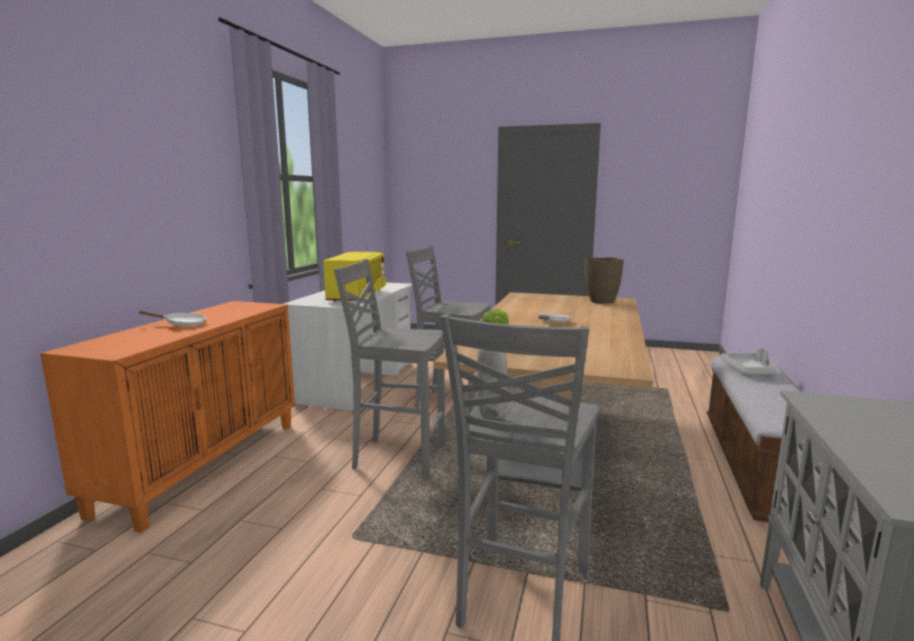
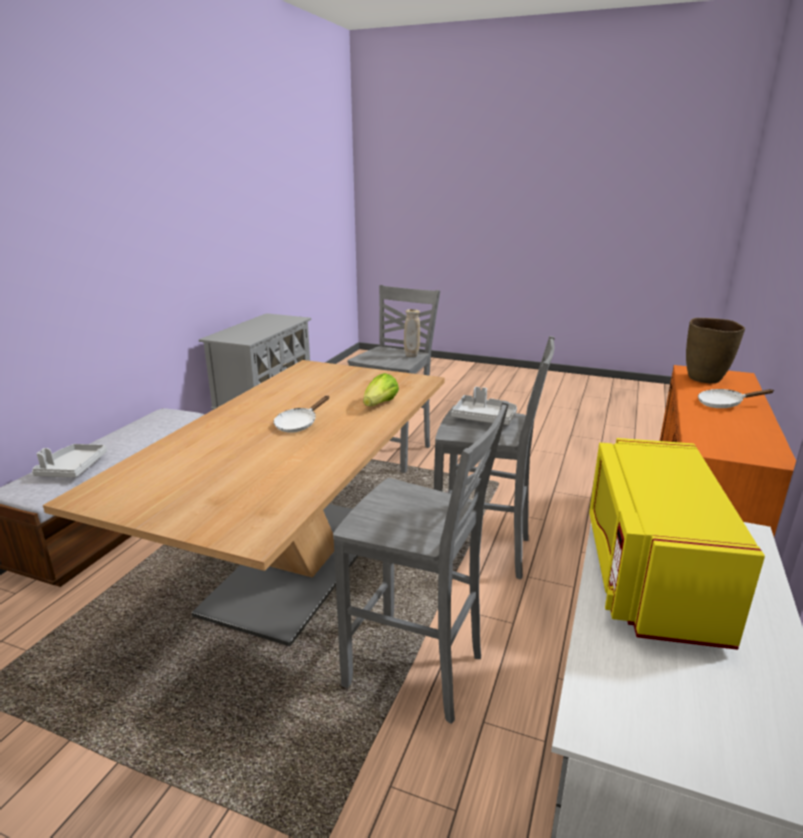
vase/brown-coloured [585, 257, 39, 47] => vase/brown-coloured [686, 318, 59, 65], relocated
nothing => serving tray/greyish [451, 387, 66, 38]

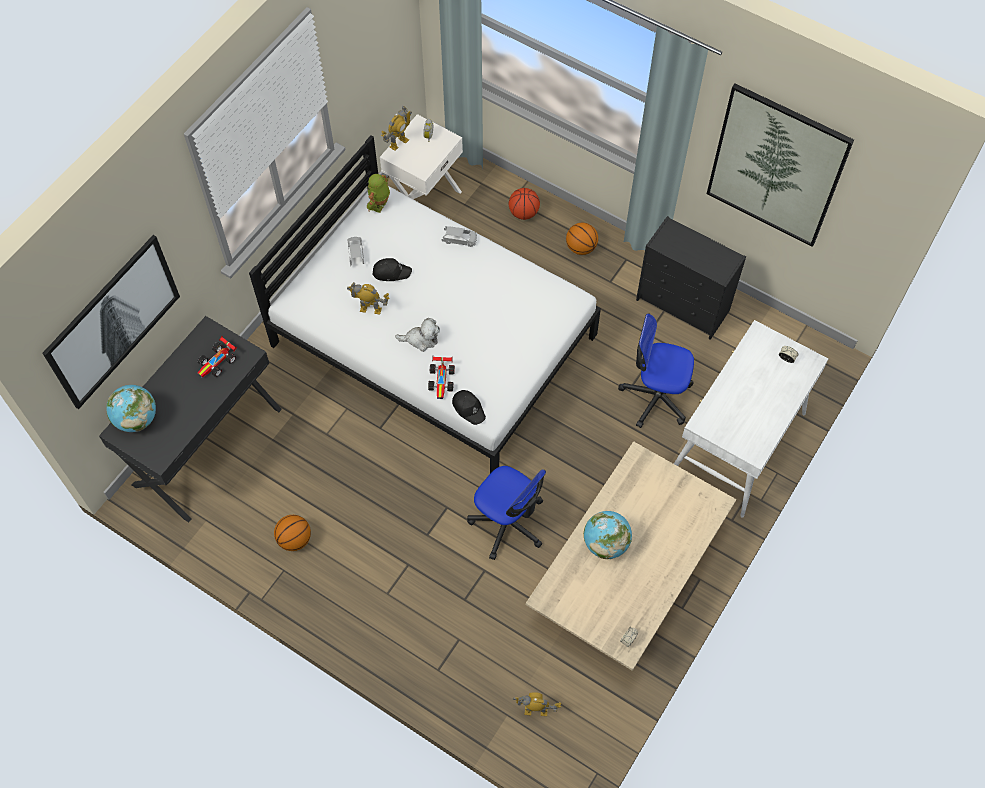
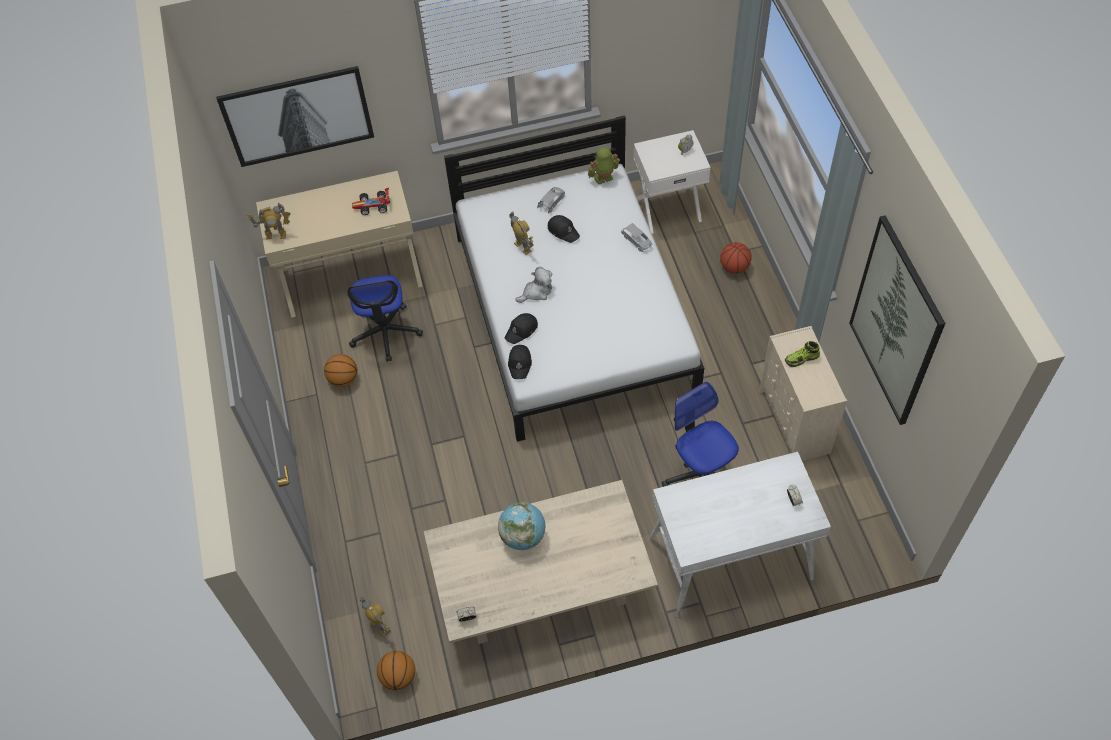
model robot [381, 105, 31, 46] => model robot [248, 202, 43, 38], relocated
dresser/black-coloured [636, 216, 110, 124] => dresser/beige [759, 326, 88, 135]
ball for basketball [566, 223, 32, 32] => ball for basketball [377, 651, 38, 39], relocated
desk table/black-coloured [99, 316, 183, 206] => desk table/beige [256, 171, 167, 147]
soft toy [395, 318, 45, 34] => soft toy [515, 267, 37, 36], 75 degrees counterclockwise
model car [428, 357, 27, 42] => cap/black-coloured [505, 313, 33, 31]
world globe [106, 385, 50, 47] => nothing
computer chair [467, 466, 79, 94] => computer chair [347, 275, 76, 87], relocated
nothing => item of footwear [785, 341, 35, 26]

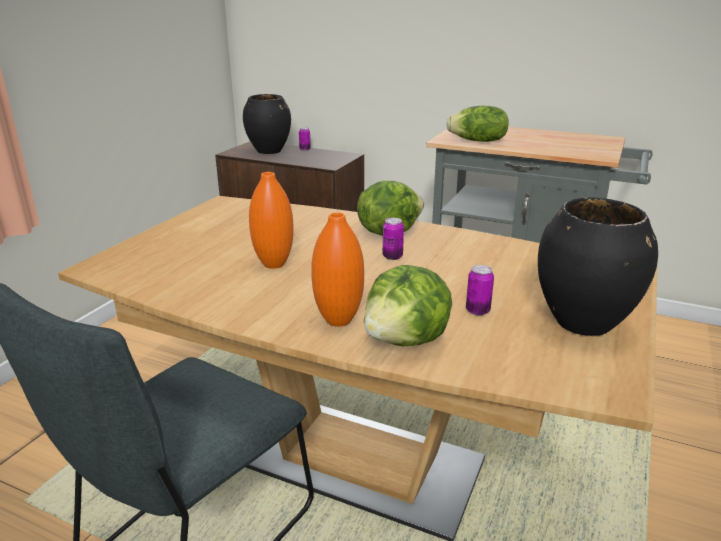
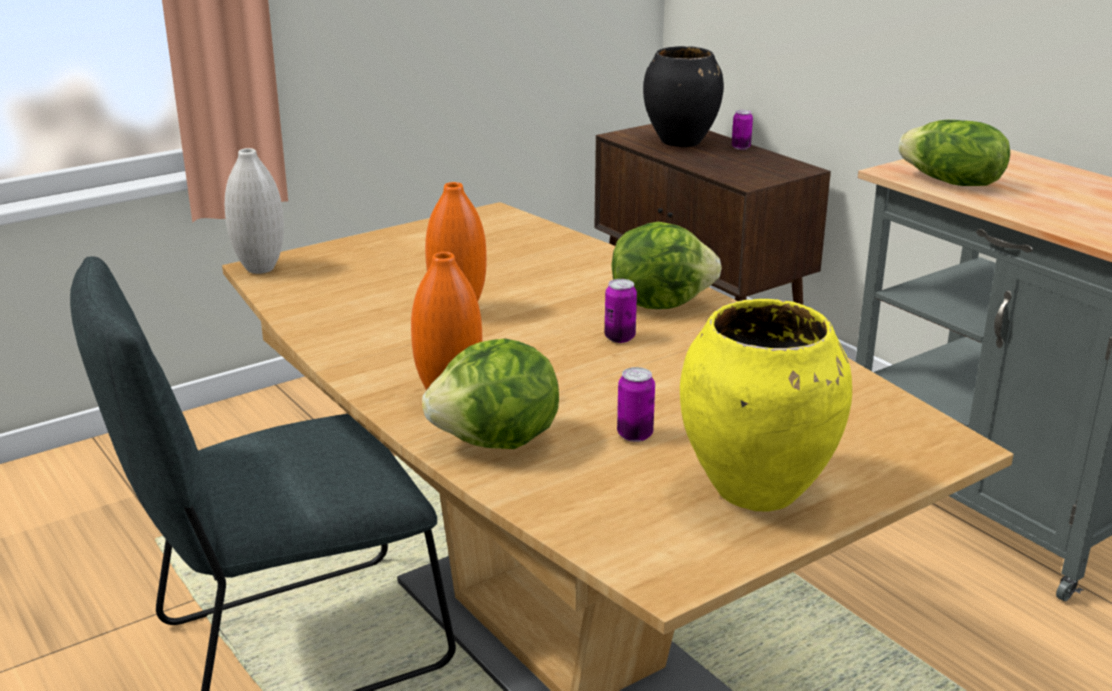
vase/black-coloured [538, 197, 120, 139] => vase/yellow [680, 299, 172, 213]
nothing => vase/white-coloured [225, 148, 59, 126]

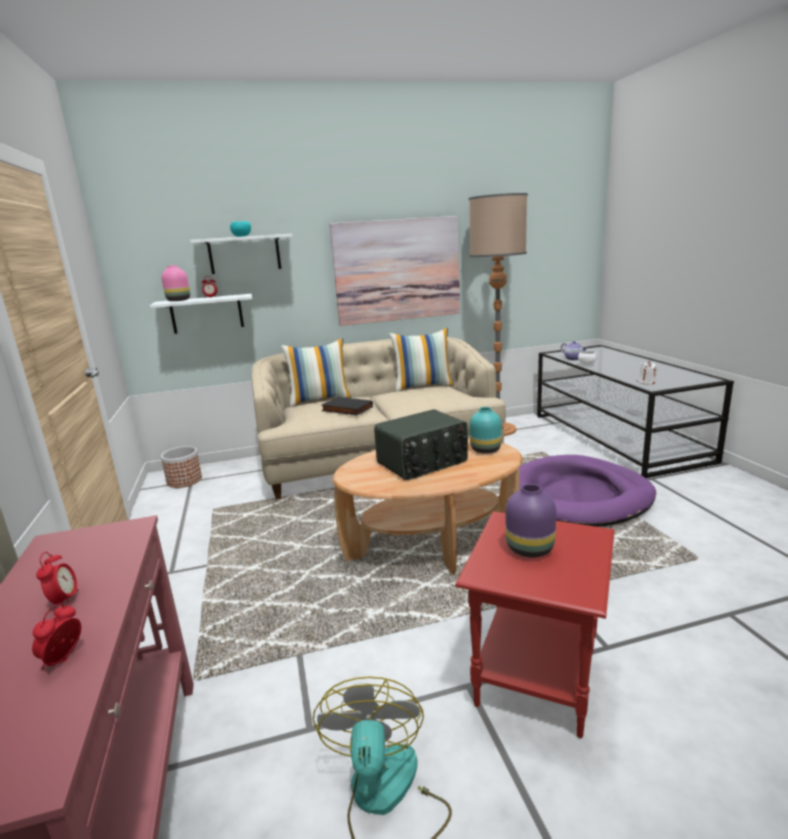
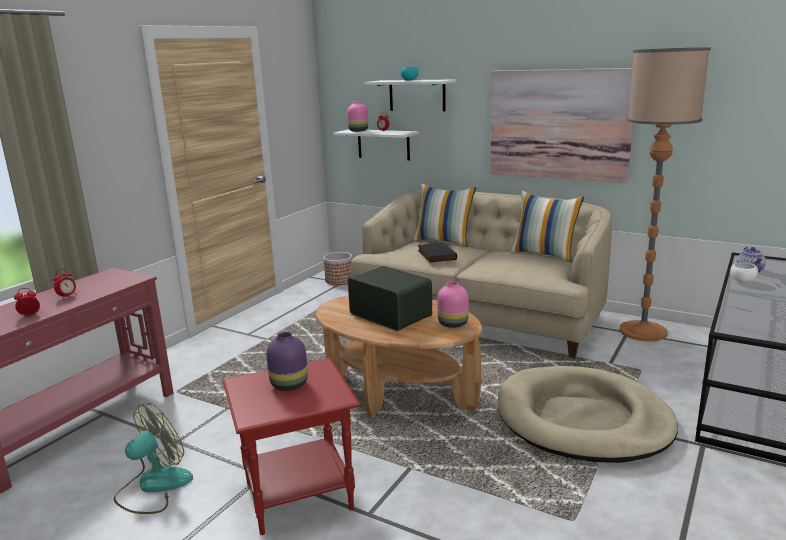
wax light/white-coloured [638, 361, 20, 23] => nothing
vase/turquoise [470, 407, 32, 47] => vase/pinkish [437, 281, 32, 47]
radio receiver [374, 409, 94, 72] => radio receiver [348, 266, 84, 65], 150 degrees counterclockwise
dog bed/purple-coloured [519, 455, 137, 72] => dog bed/beige [498, 366, 180, 97]

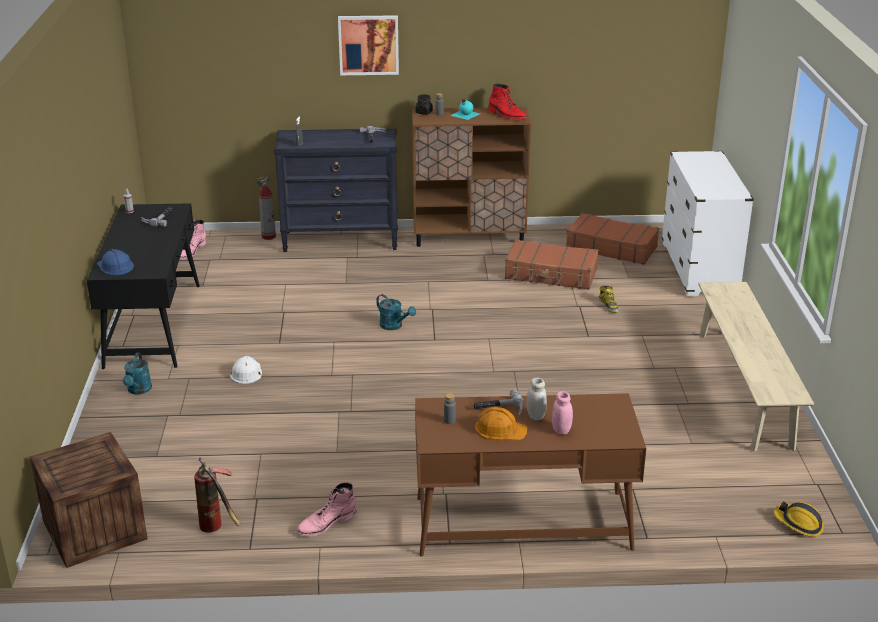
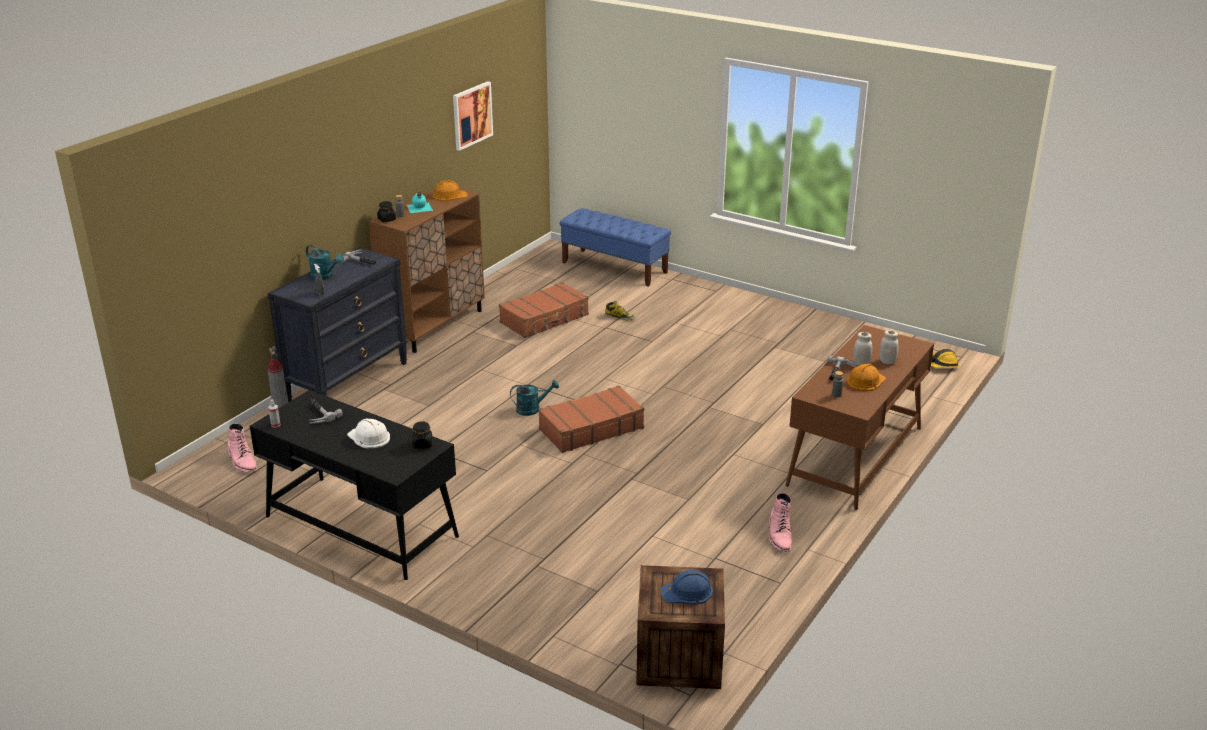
picture [338, 15, 61, 60] => picture [453, 81, 40, 70], relocated
high-top boot/red [488, 83, 39, 36] => hard hat/orangey [433, 180, 35, 21]
dresser/white-coloured [662, 151, 92, 145] => indoor bench/blue-coloured [559, 208, 112, 79]
suitcase/brown-coloured [566, 213, 93, 52] => suitcase/brown-coloured [538, 386, 106, 67], relocated
hard hat/blue-coloured [97, 249, 37, 27] => hard hat/blue-coloured [661, 570, 52, 35], relocated
indoor bench/beige [698, 282, 116, 170] => nothing
sprinkling can/turquoise [123, 353, 29, 42] => sprinkling can/turquoise [306, 245, 38, 35], relocated
hard hat/white-coloured [230, 356, 32, 28] => hard hat/white-coloured [347, 418, 43, 30], relocated
jar/pinkish [552, 391, 21, 44] => jar/white-coloured [880, 330, 18, 34]
fire-fighting cylinder [194, 458, 46, 75] => nothing
nothing => jar/black-coloured [412, 421, 20, 28]

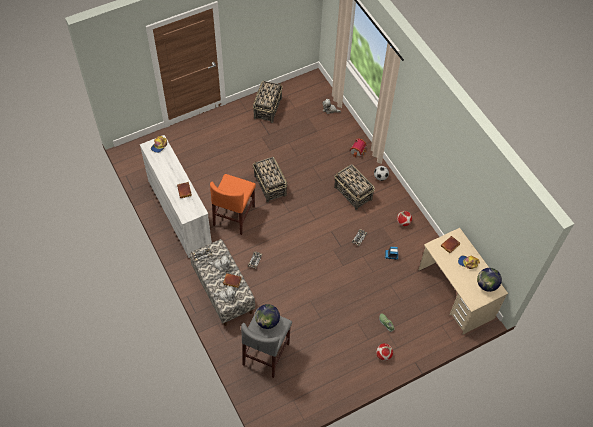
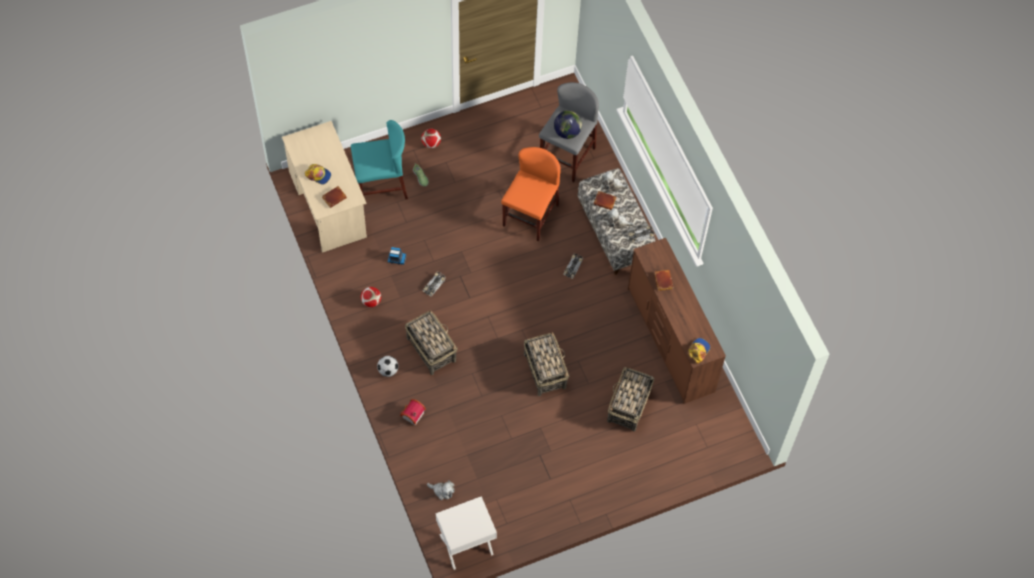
household basket [253, 81, 29, 42] => household basket [607, 367, 47, 65], relocated
dresser/white-coloured [140, 135, 72, 123] => dresser/brown-coloured [628, 238, 98, 166]
plain chair/orangey [210, 174, 46, 61] => plain chair/orangey [501, 147, 60, 94], relocated
world globe [477, 268, 25, 24] => nothing
nothing => plain chair/turquoise [351, 120, 57, 79]
nothing => nightstand/white-coloured [436, 496, 61, 74]

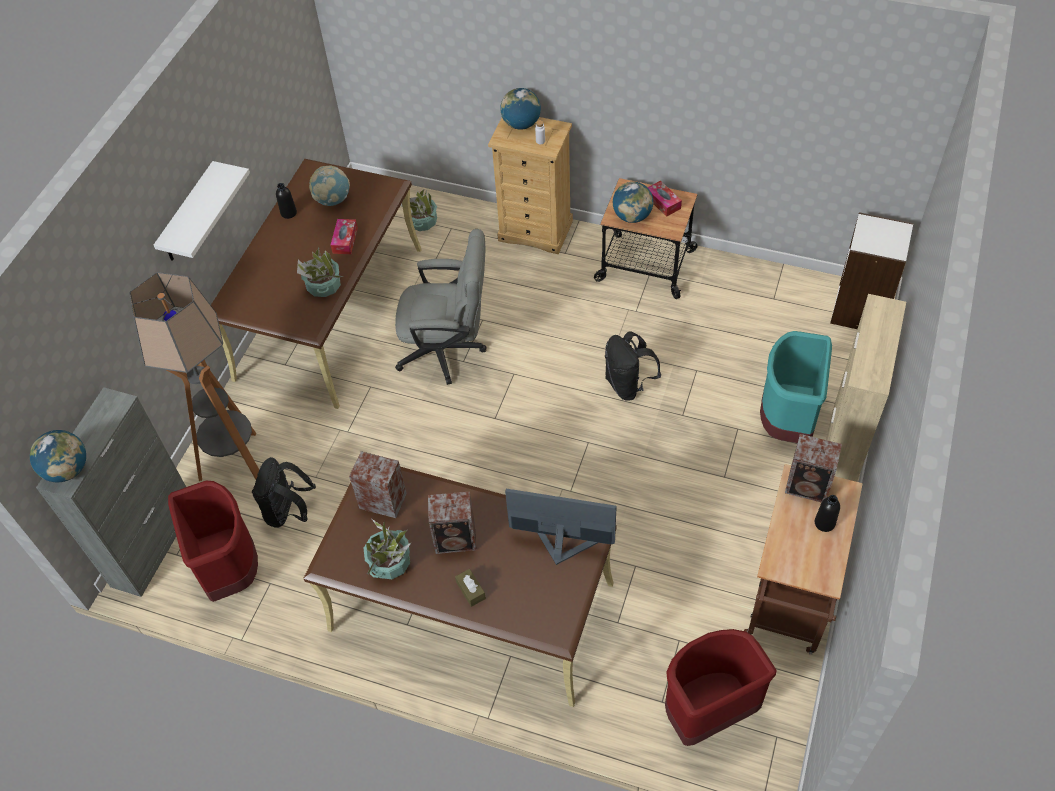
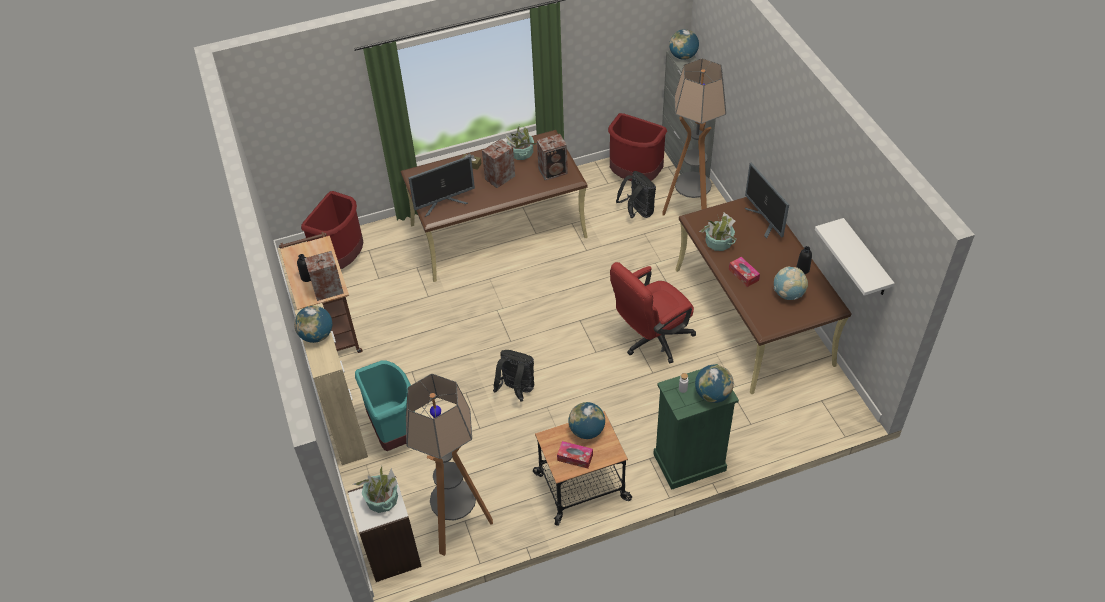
dresser/beige [488, 117, 85, 137] => dresser/green-coloured [653, 364, 86, 126]
wall shelf/white-coloured [154, 161, 96, 100] => wall shelf/white-coloured [815, 218, 80, 78], relocated
potted plant [400, 189, 37, 42] => potted plant [353, 466, 45, 47], relocated
computer chair/greyish [395, 229, 91, 156] => computer chair/red [610, 262, 86, 102]
nothing => computer screen [745, 163, 44, 75]
nothing => world globe [294, 306, 38, 37]
nothing => standing lamp [406, 374, 87, 182]

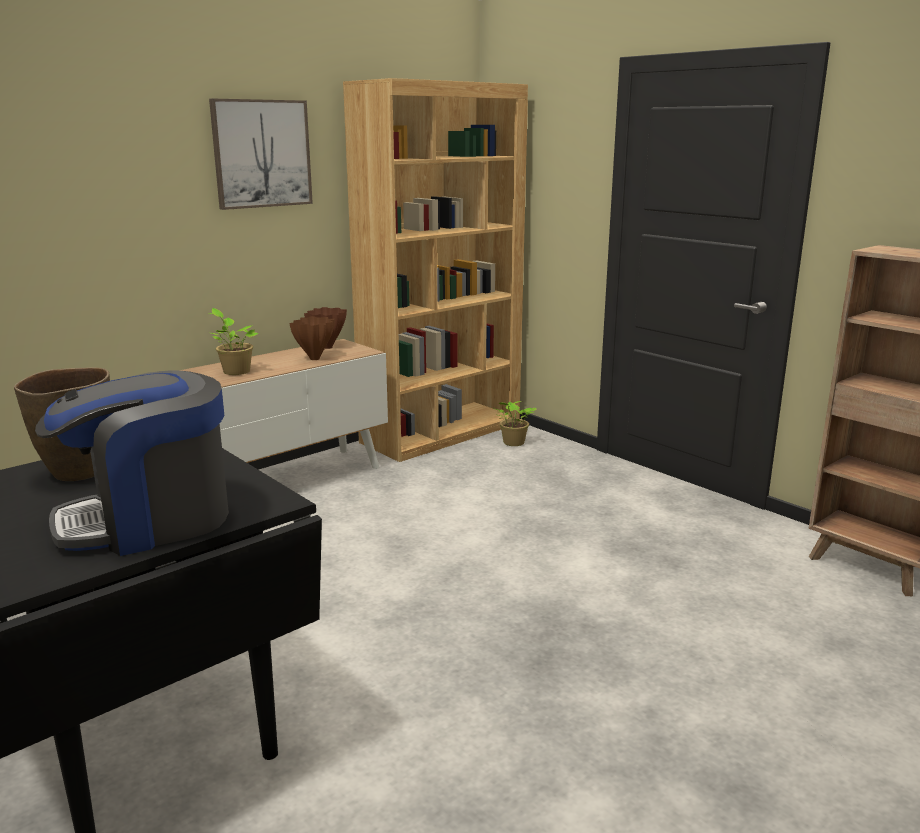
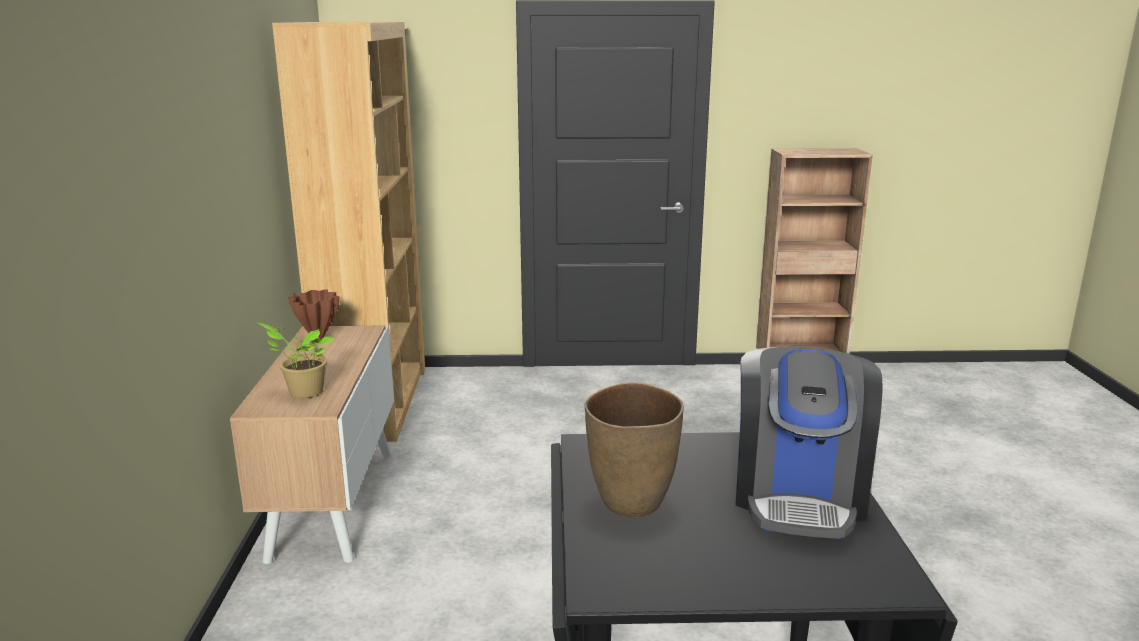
picture [209, 98, 104, 112] => nothing
vase/brown-coloured [290, 316, 45, 44] => nothing
potted plant [493, 401, 44, 45] => nothing

